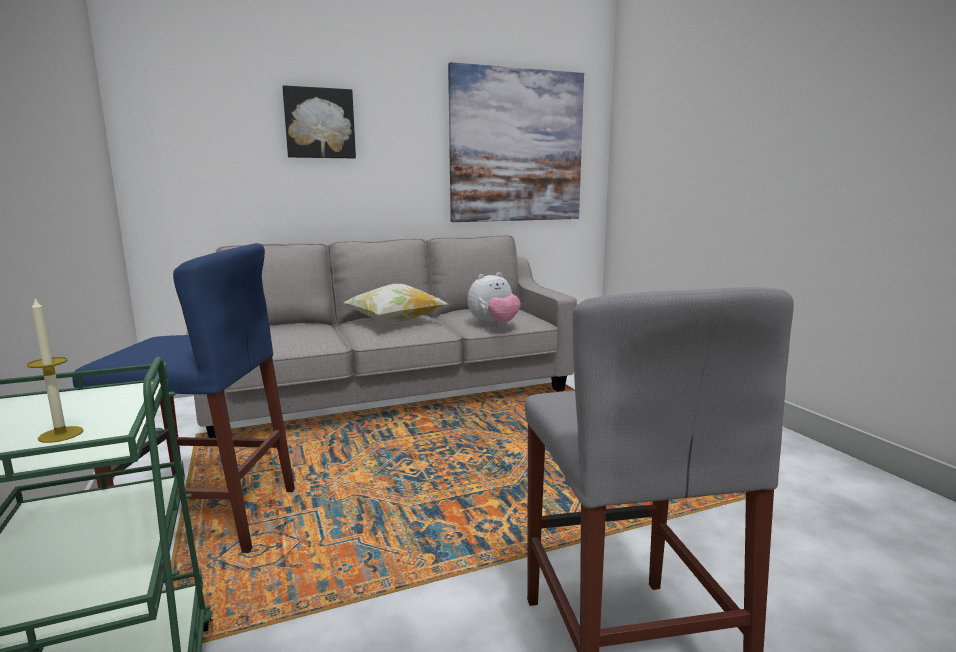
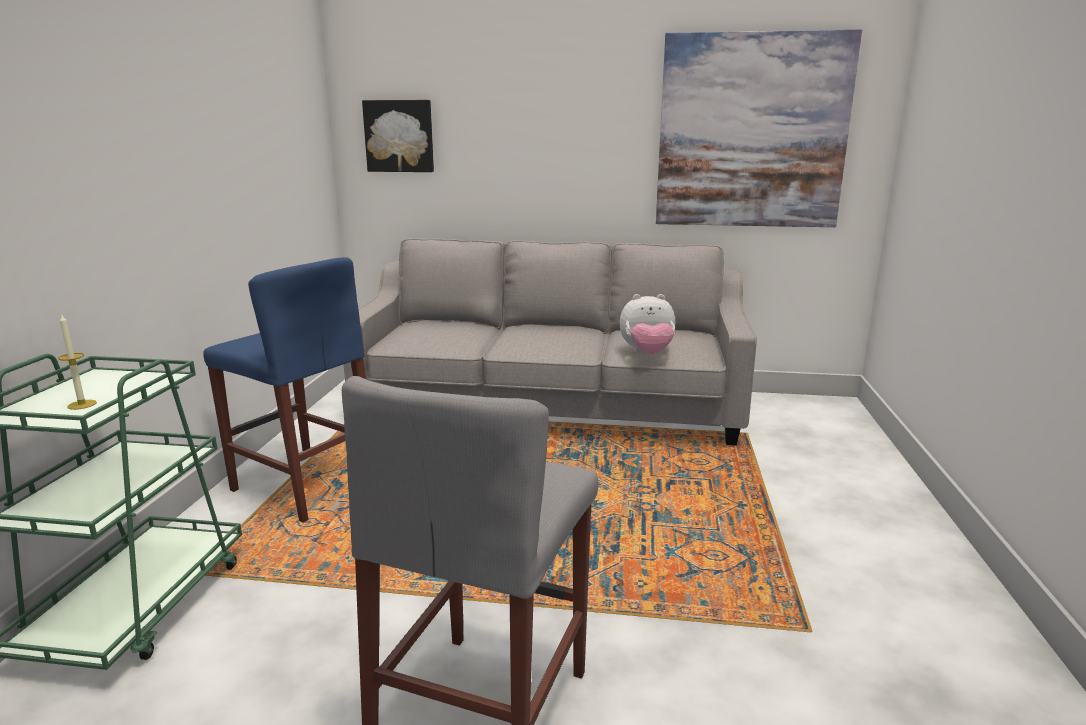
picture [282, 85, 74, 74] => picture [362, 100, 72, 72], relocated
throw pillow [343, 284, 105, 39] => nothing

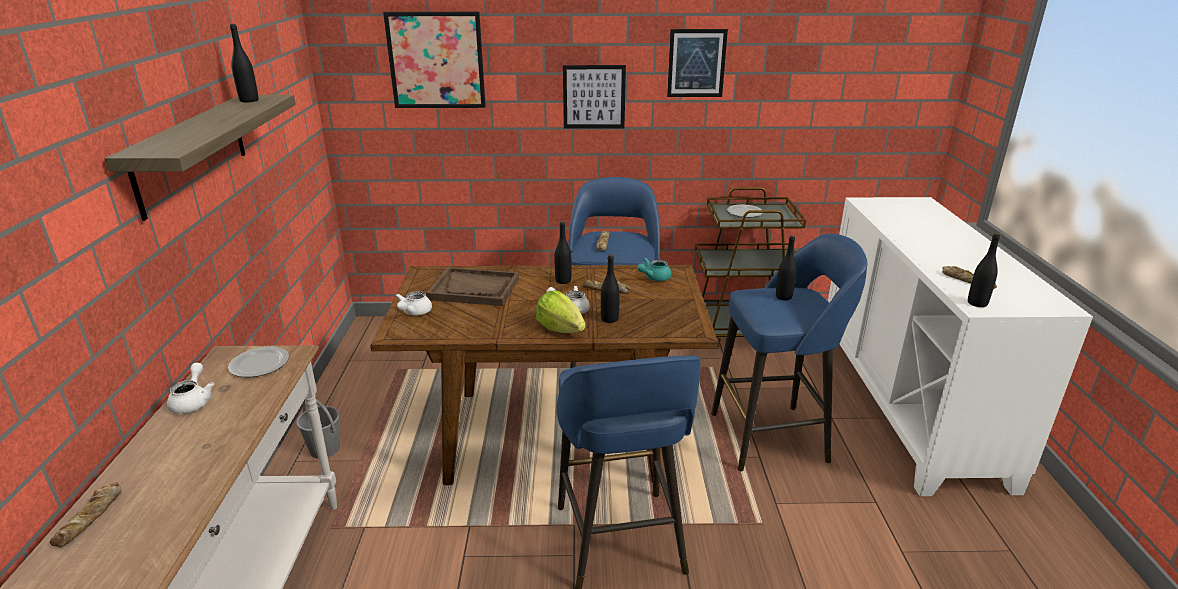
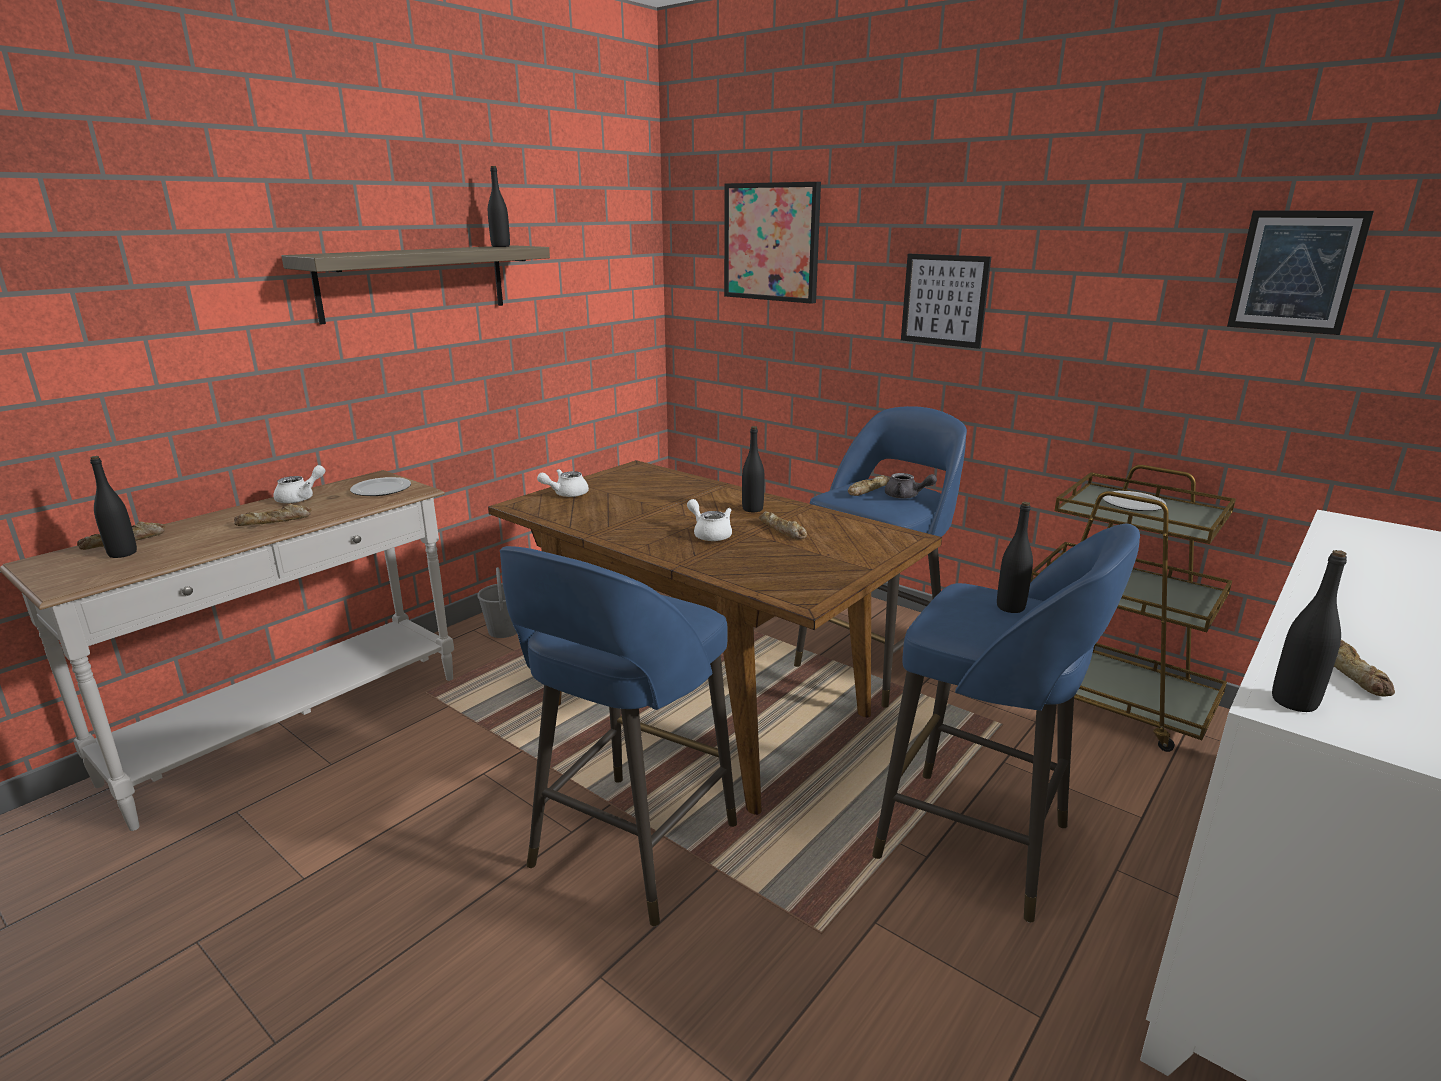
picture [667, 29, 61, 68] => picture [1227, 210, 147, 125], relocated
beverage bottle/black-coloured [601, 254, 19, 69] => beverage bottle/black-coloured [90, 456, 47, 102], relocated
teapot/turquoise [637, 258, 35, 23] => nothing
serving tray/brown-coloured [426, 267, 93, 39] => nothing
head of lettuce [536, 290, 50, 43] => nothing
nothing => teapot/greyish [885, 473, 52, 26]
nothing => baked bread [234, 503, 78, 23]

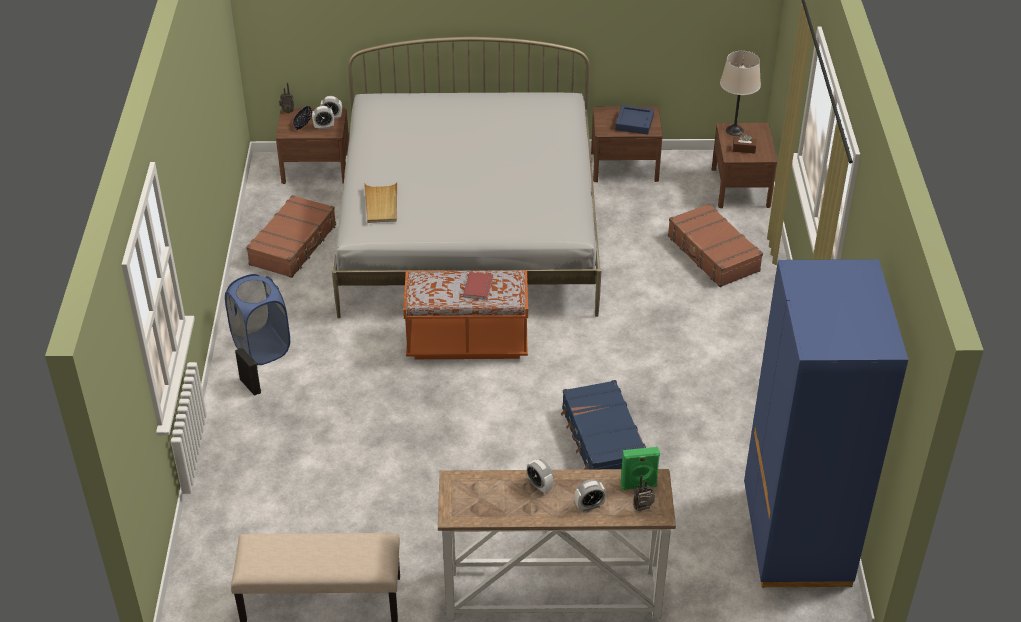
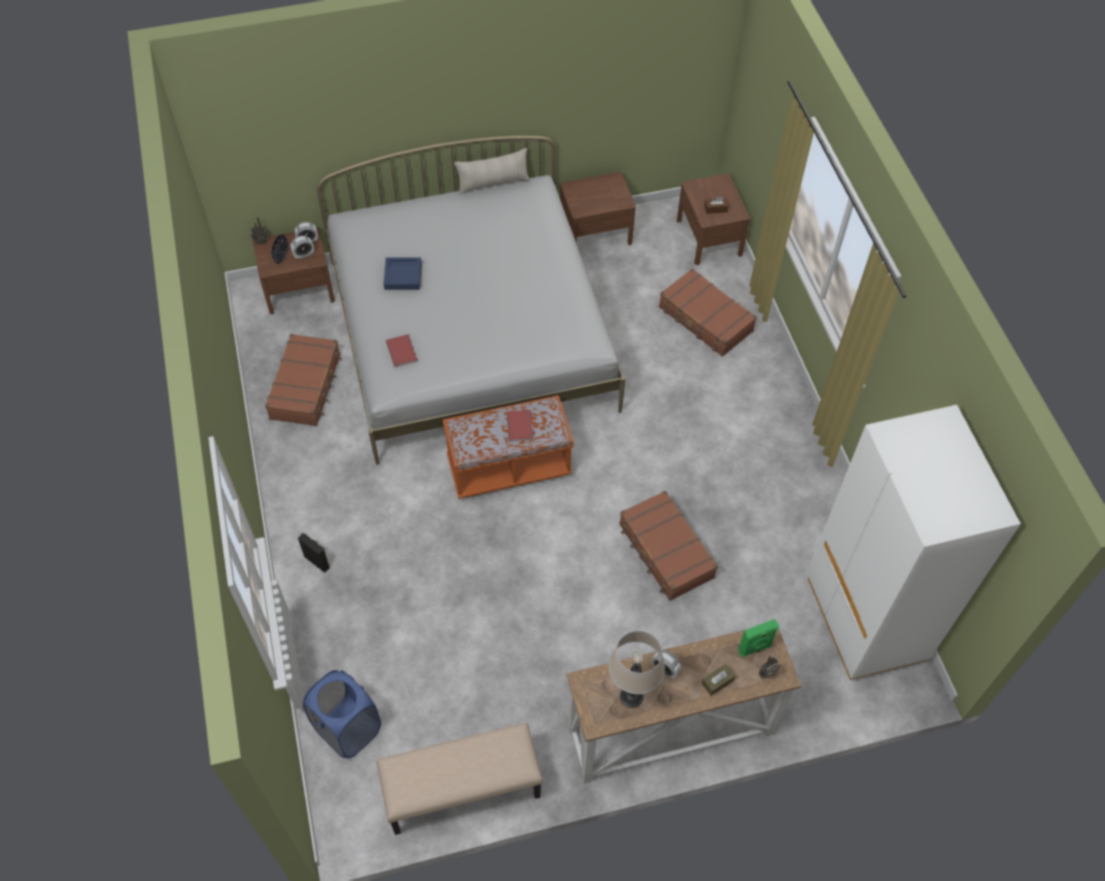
tabletop lamp/beige [720, 51, 41, 85] => tabletop lamp/beige [609, 631, 56, 77], relocated
serving tray/blue-coloured [615, 105, 39, 29] => serving tray/blue-coloured [384, 257, 38, 33], relocated
serving tray/beige [364, 183, 33, 40] => bound book/red [386, 334, 32, 34]
armoire/blue-coloured [744, 259, 164, 329] => armoire/white-coloured [807, 405, 214, 275]
hamper/blue-coloured [225, 274, 65, 91] => hamper/blue-coloured [303, 670, 78, 88], relocated
suitcase/blue-coloured [561, 380, 85, 89] => suitcase/brown-coloured [619, 490, 99, 111]
table clock [574, 479, 32, 32] => tissue holder/brown-coloured [702, 664, 33, 32]
nothing => throw pillow/beige [455, 148, 75, 46]

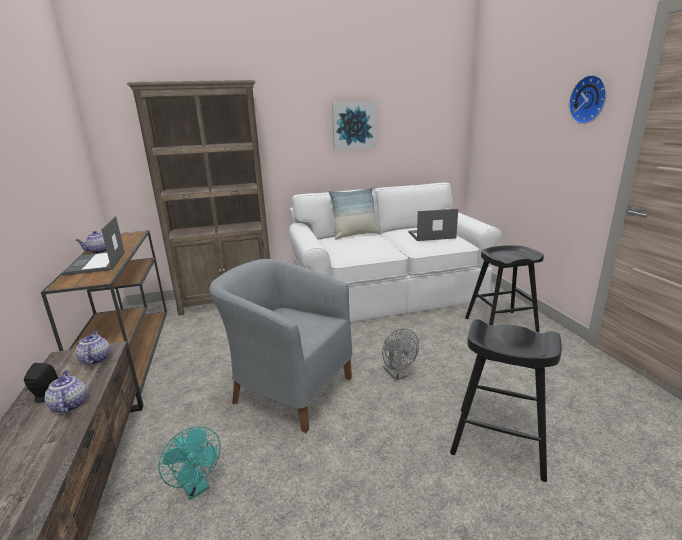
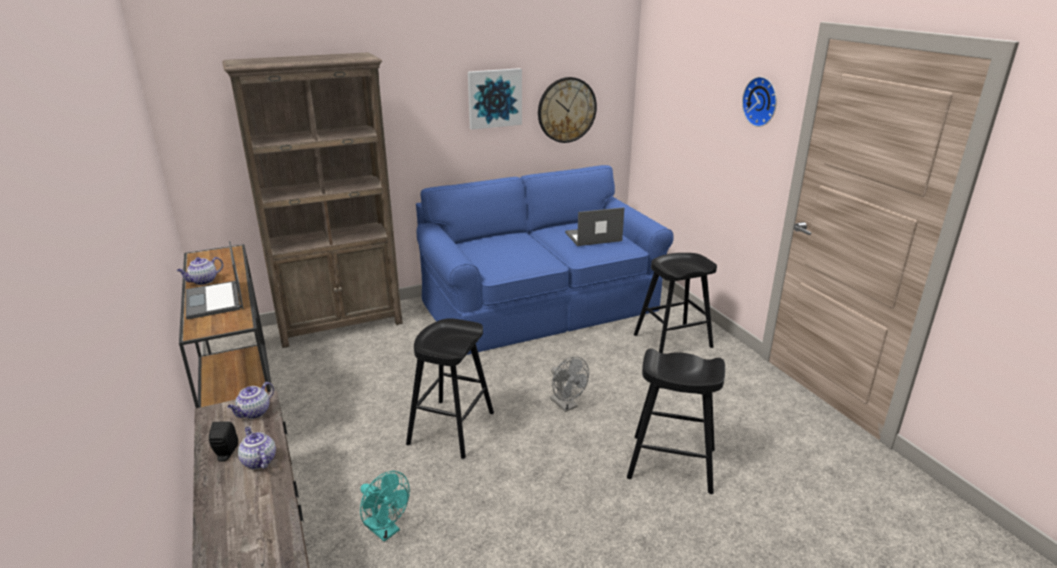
sofa/white-coloured [289, 183, 213, 139] => sofa/blue-coloured [416, 165, 258, 190]
throw pillow [329, 187, 50, 53] => nothing
easy chair/greyish [210, 259, 142, 174] => stool/black-coloured [406, 318, 88, 141]
teapot [75, 331, 35, 34] => teapot [227, 382, 47, 37], 120 degrees counterclockwise
nothing => clock on the wall [538, 77, 59, 66]

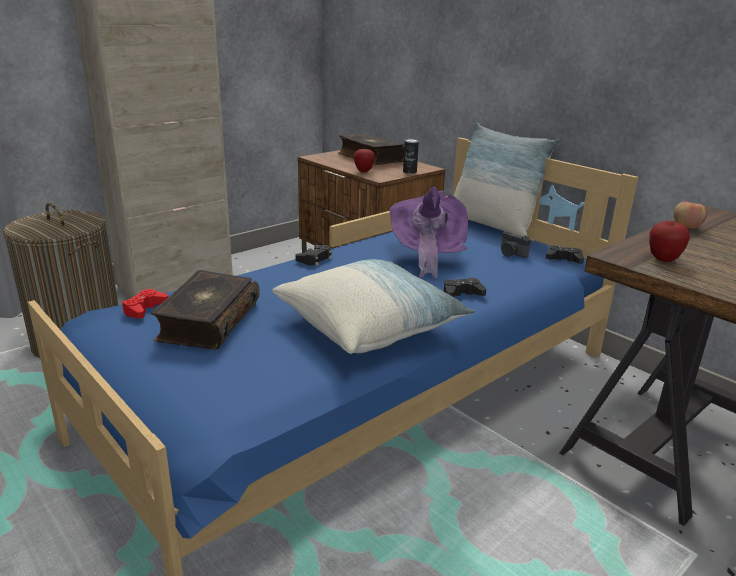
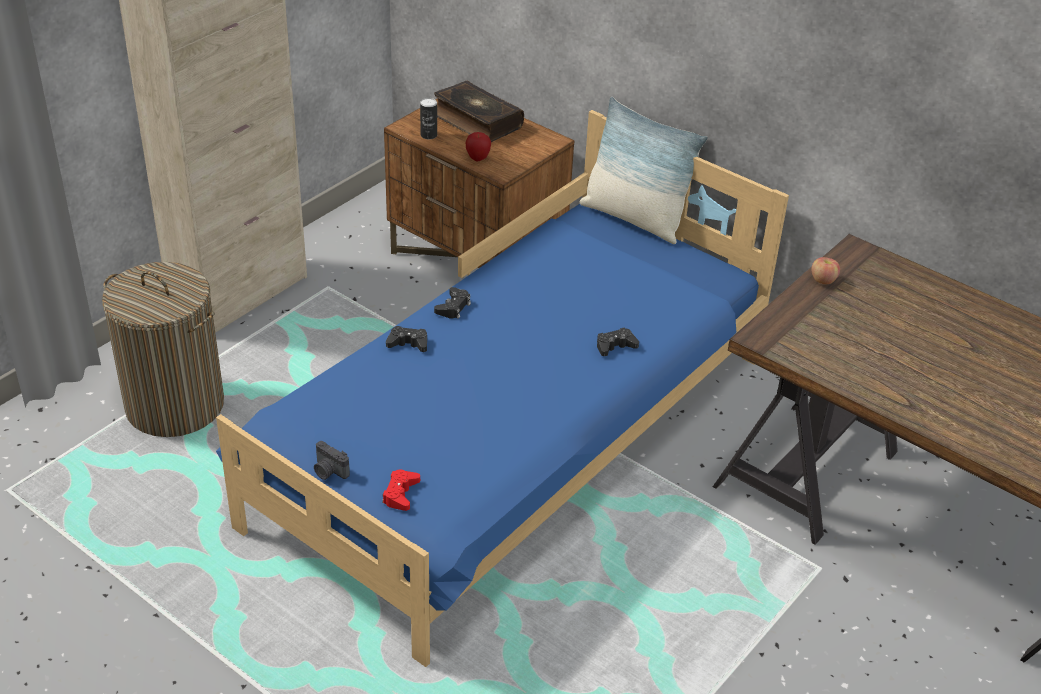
metal can [403, 139, 16, 35] => metal can [420, 98, 17, 41], relocated
clothing hat/purple-coloured [390, 187, 78, 92] => nothing
whole apple [649, 221, 41, 41] => nothing
photo camera [501, 231, 30, 27] => photo camera [314, 441, 36, 39], relocated
joypad/black-coloured [546, 245, 38, 19] => joypad/black-coloured [386, 326, 41, 26], relocated
throw pillow [272, 259, 203, 95] => nothing
bound book [151, 270, 108, 80] => nothing
joypad/red [122, 289, 46, 30] => joypad/red [382, 469, 38, 42], relocated

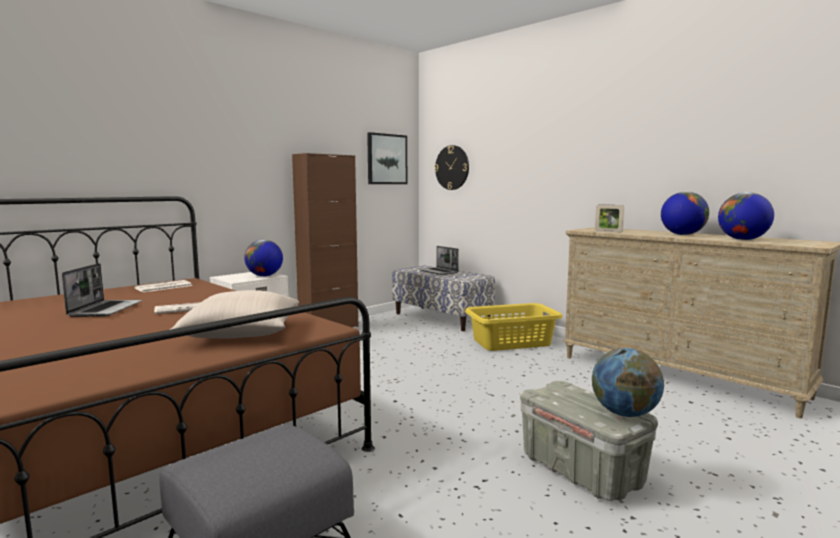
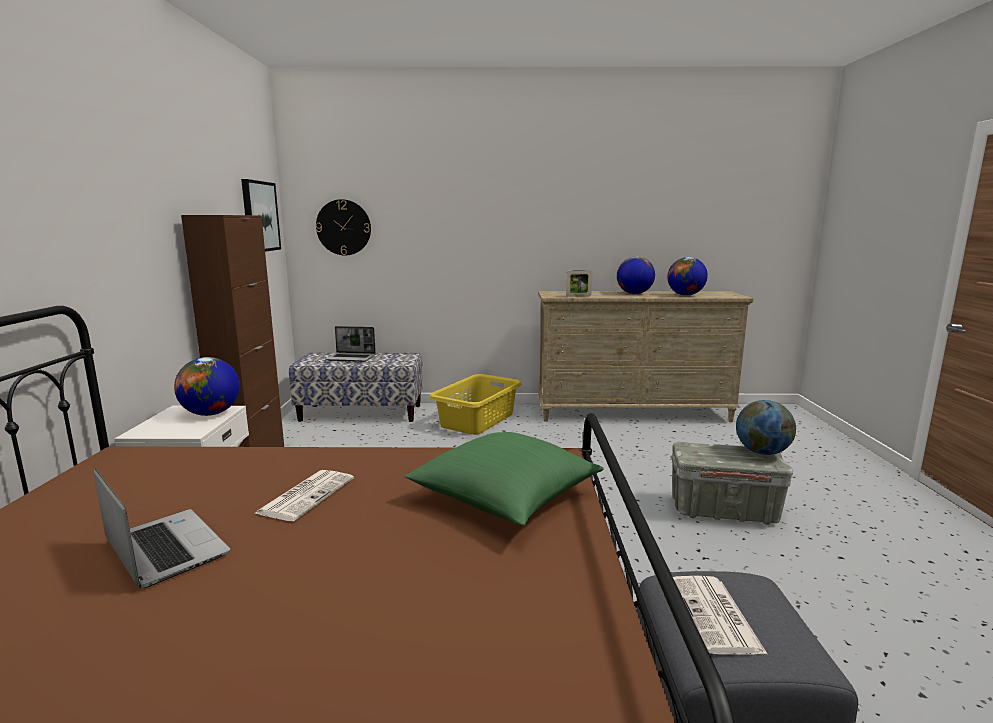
printed paper [134, 280, 58, 12] => printed paper [673, 576, 94, 79], relocated
throw pillow/beige [169, 290, 130, 48] => throw pillow/green-coloured [405, 432, 199, 94]

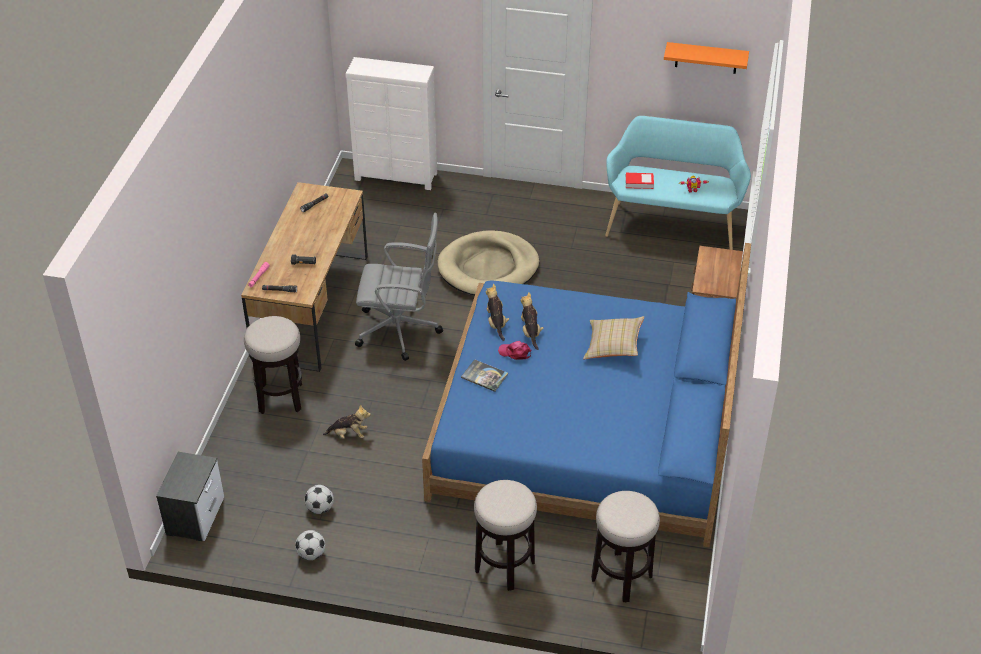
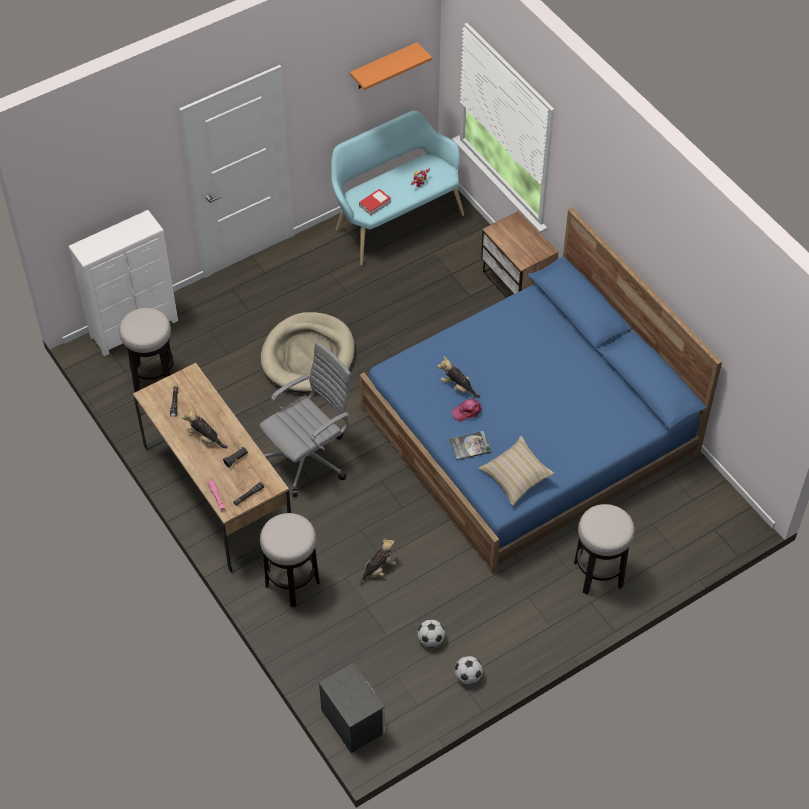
soft toy [486, 284, 23, 57] => soft toy [182, 407, 45, 41], relocated
throw pillow/beige [583, 316, 61, 43] => throw pillow/beige [479, 436, 75, 70], relocated
stool [591, 491, 69, 111] => stool [119, 308, 55, 84], relocated

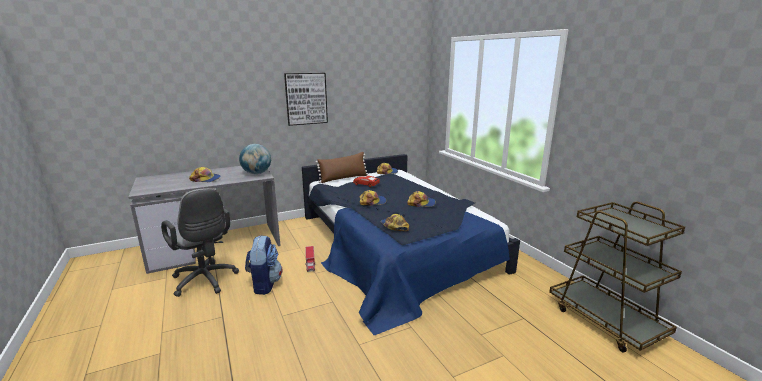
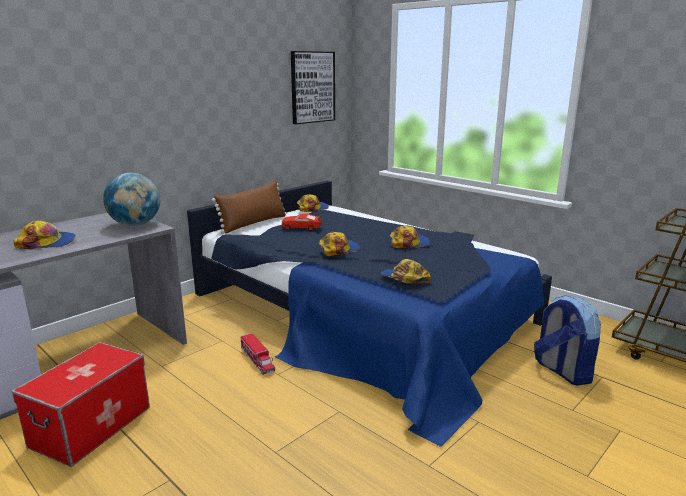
picture [284, 73, 44, 53] => picture [291, 51, 44, 73], relocated
computer chair/greyish [161, 188, 78, 109] => storage container [12, 342, 138, 125]
backpack [245, 235, 37, 60] => backpack [534, 295, 67, 91], relocated

